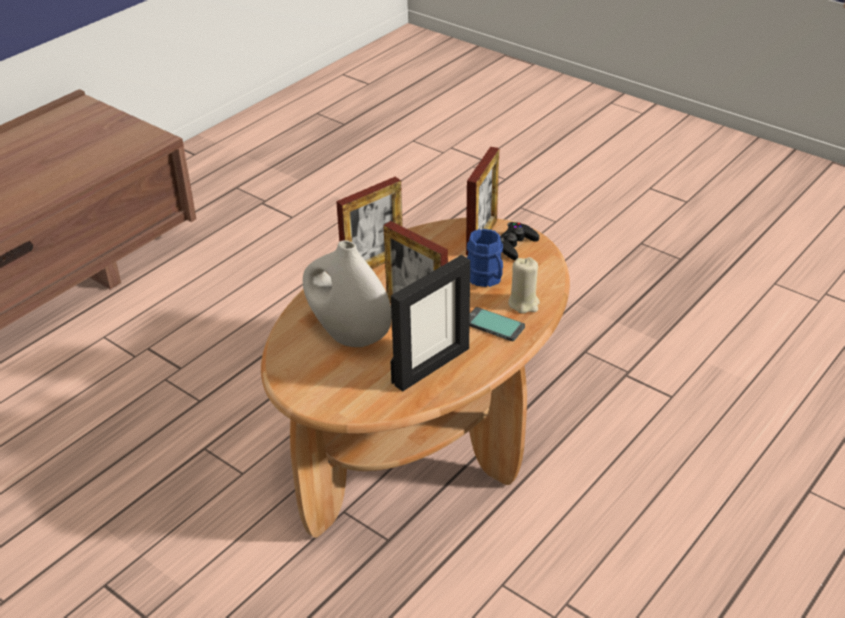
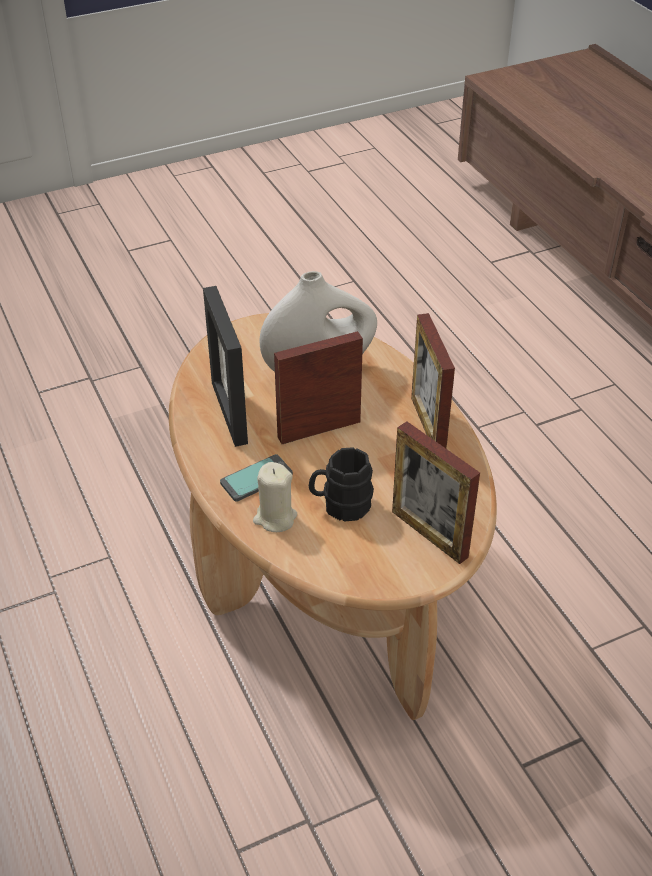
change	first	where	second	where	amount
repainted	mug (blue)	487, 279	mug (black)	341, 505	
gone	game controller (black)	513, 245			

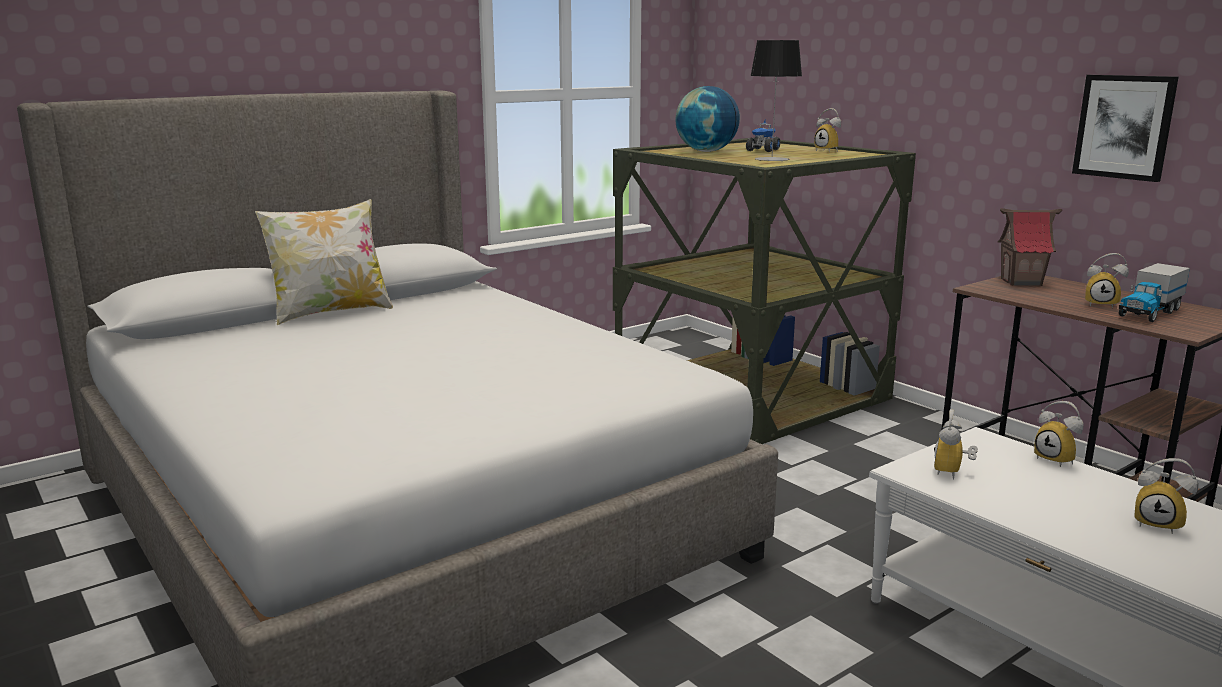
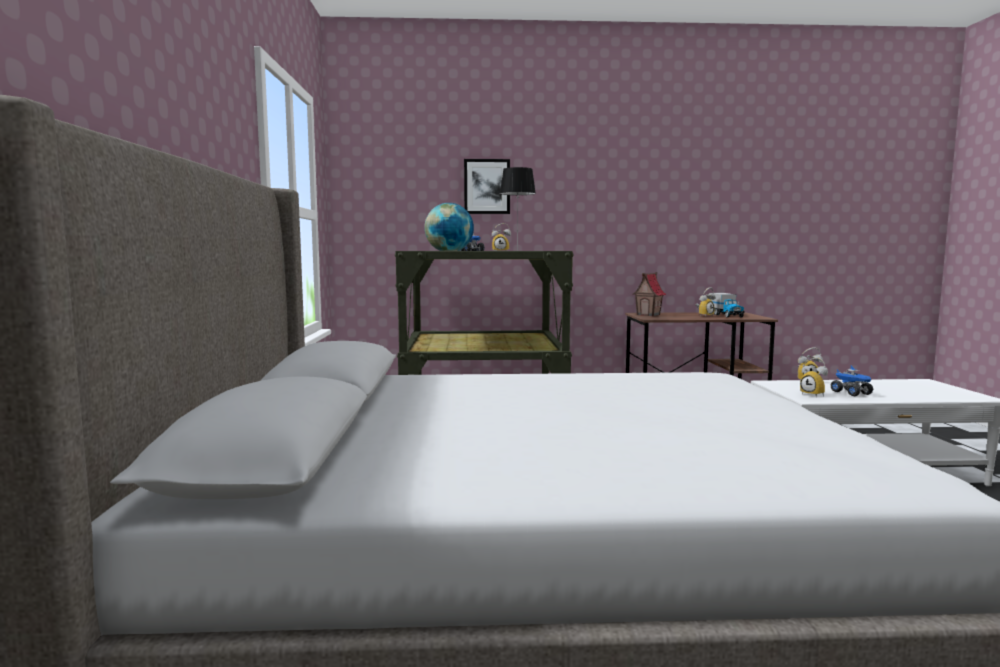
change	first	where	second	where	amount
gone	pillow	331, 312			
shifted	picture	1124, 127		487, 186	
gone	alarm clock	1159, 524			
new			toy truck	851, 393	

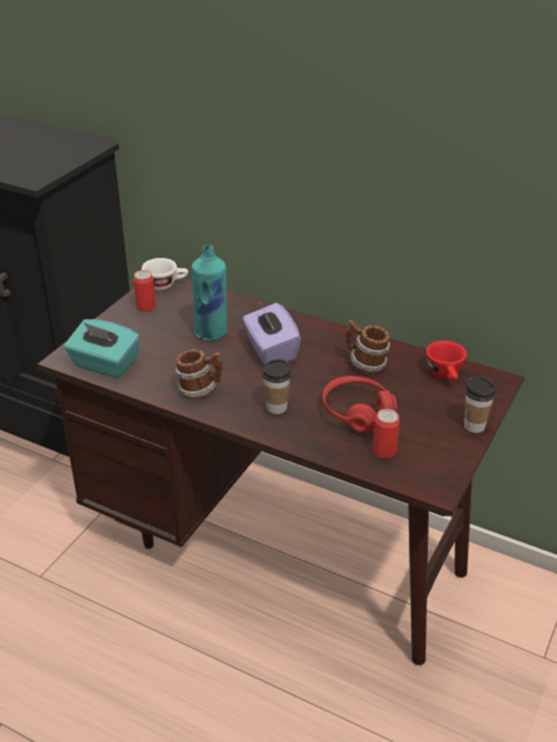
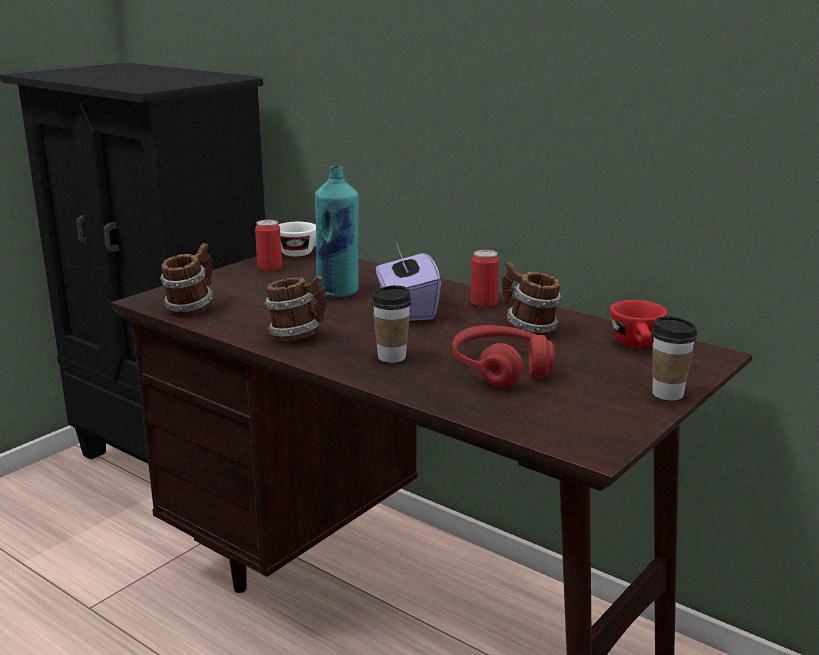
change	first	where	second	where	amount
swapped	tissue box (turquoise)	104, 365	mug	191, 308	
shifted	can	384, 451		483, 303	

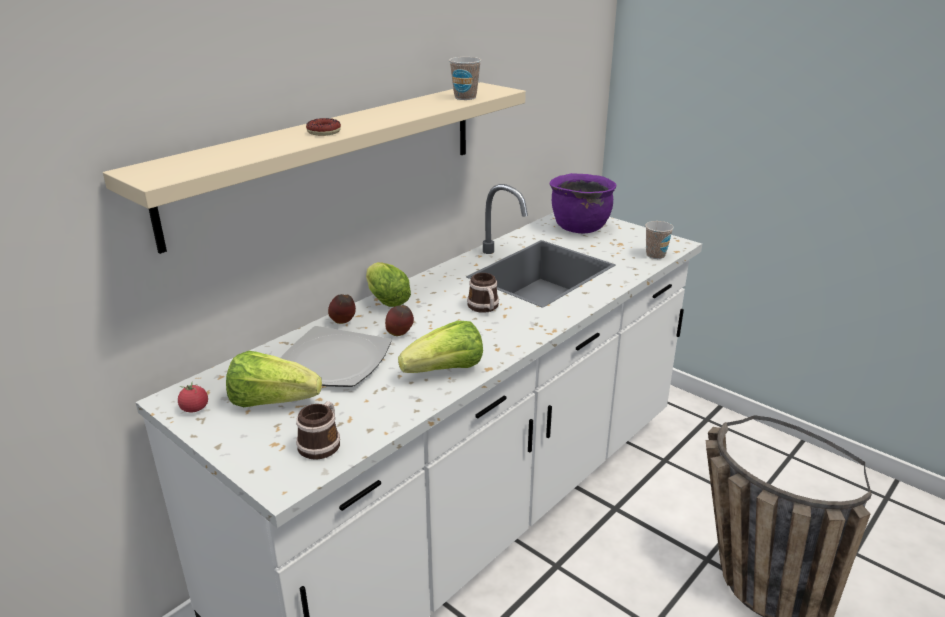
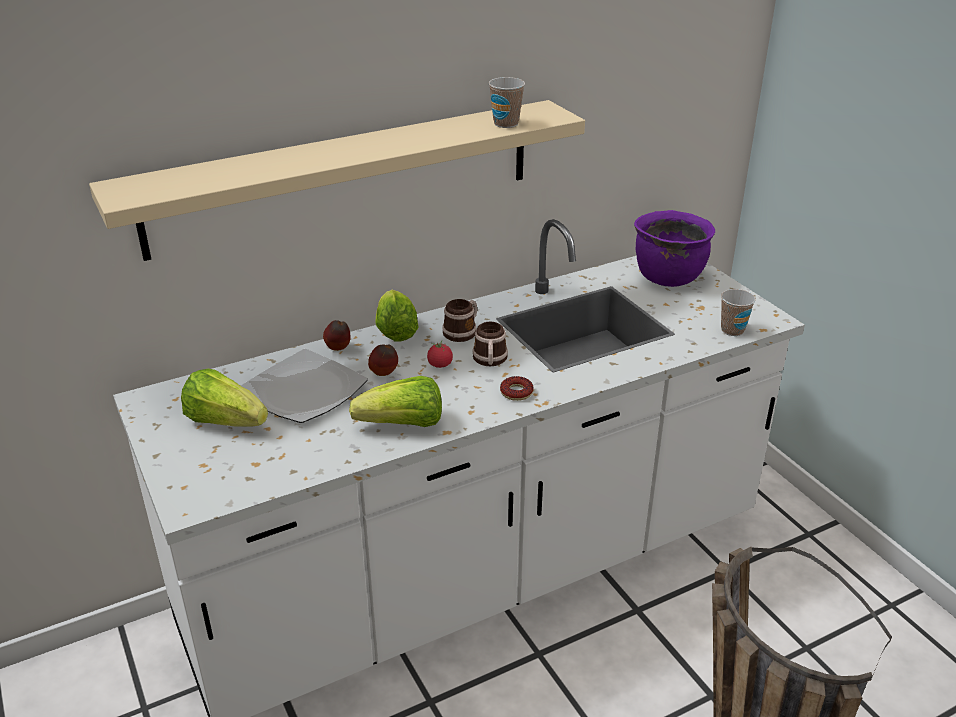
change	first	where	second	where	amount
shifted	tomato	195, 409		440, 365	
shifted	mug	322, 443		462, 331	
shifted	donut	324, 132		516, 392	

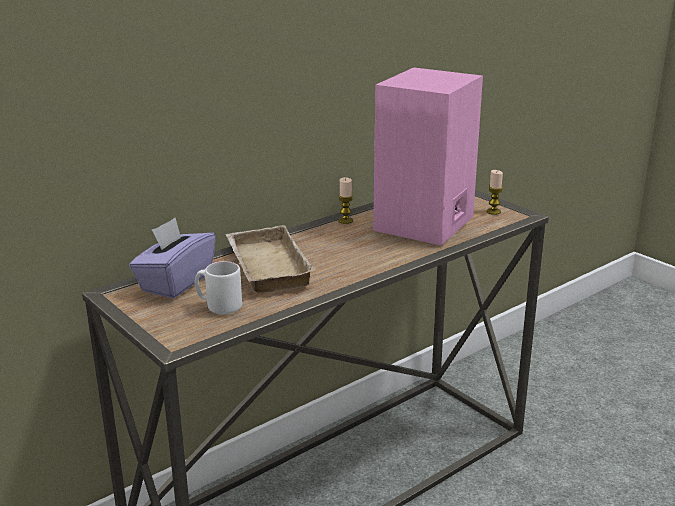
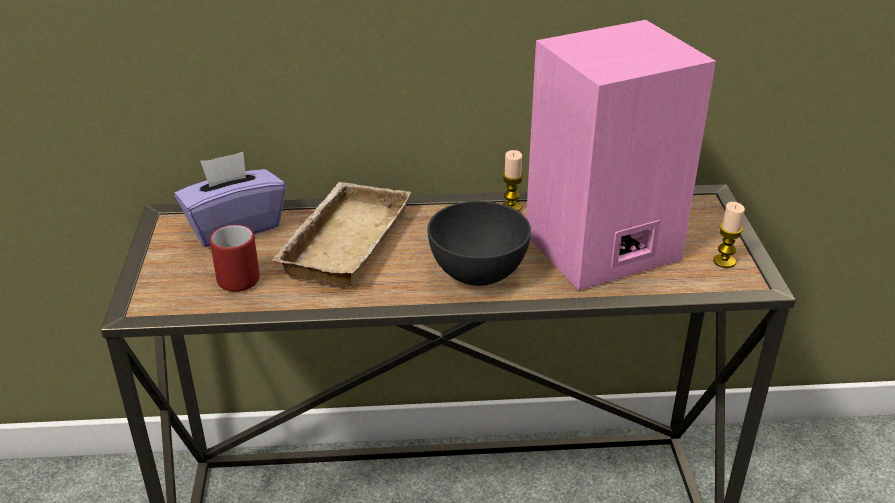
change	first	where	second	where	amount
repainted	mug (white)	218, 307	mug (red)	234, 277	
new			bowl (grey)	477, 273	

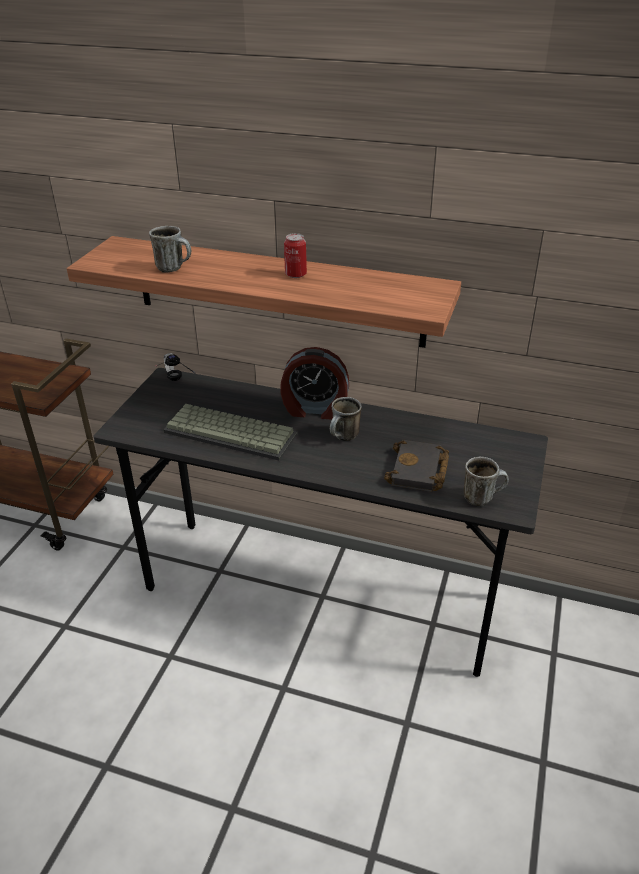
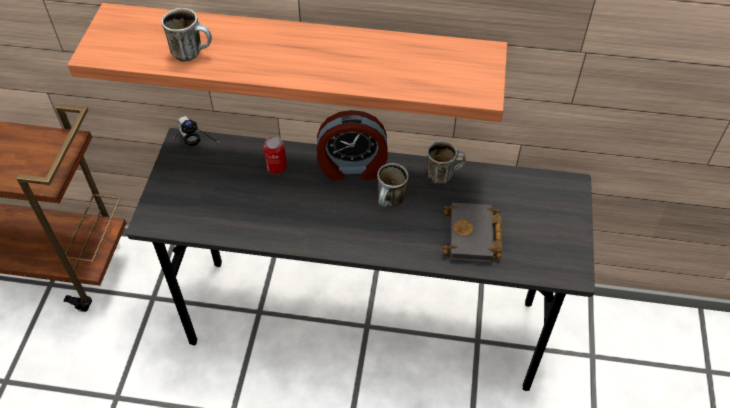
change	first	where	second	where	amount
gone	keyboard	232, 432			
shifted	can	295, 274		276, 167	
shifted	mug	482, 497		443, 175	

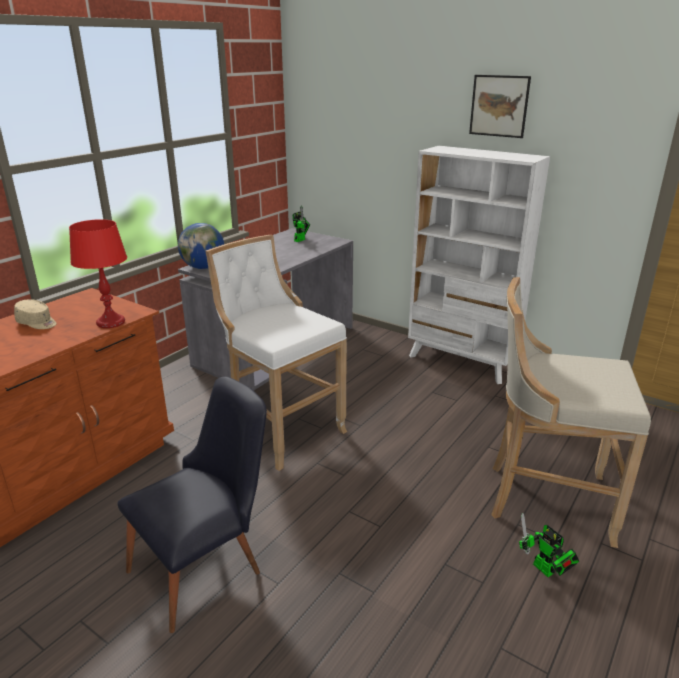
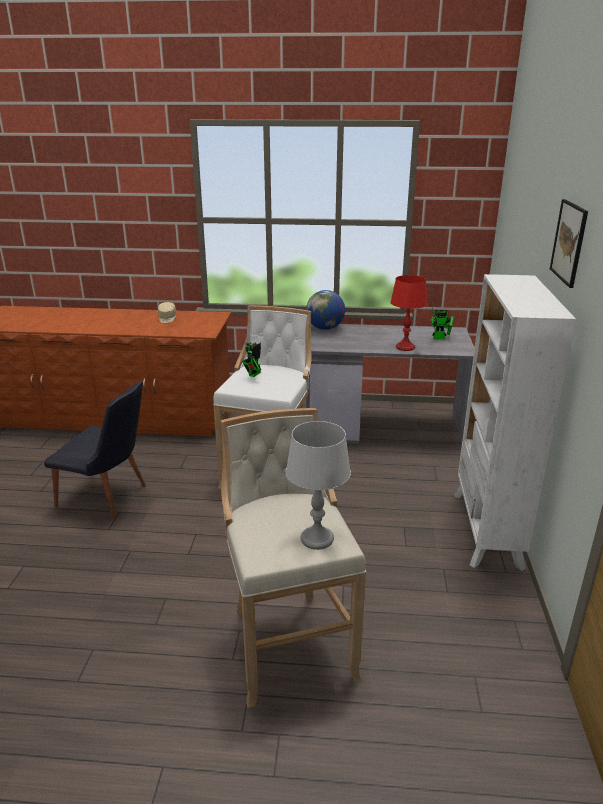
change	first	where	second	where	amount
shifted	table lamp (red)	111, 322		405, 347	
shifted	toy robot	546, 571		253, 375	
new			table lamp (grey)	316, 539	

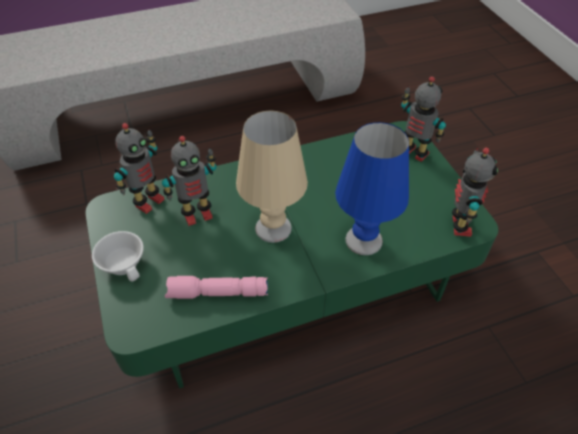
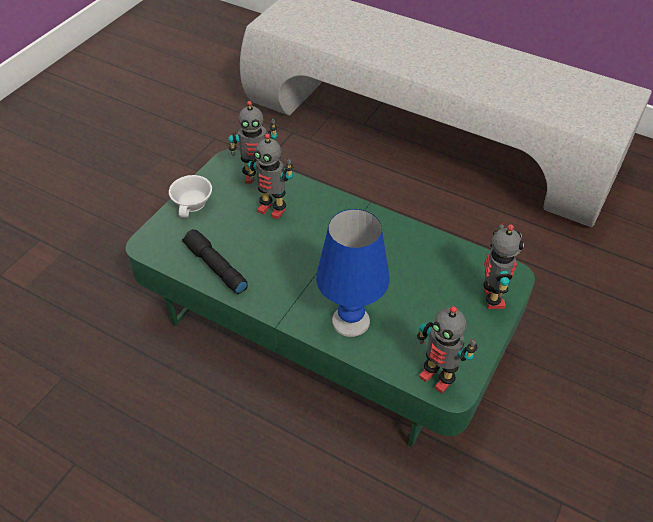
change	first	where	second	where	amount
repainted	flashlight (pink)	217, 293	flashlight (black)	215, 267	
gone	table lamp (beige)	273, 228			
rotated	toy robot	458, 225		437, 377	75 degrees clockwise

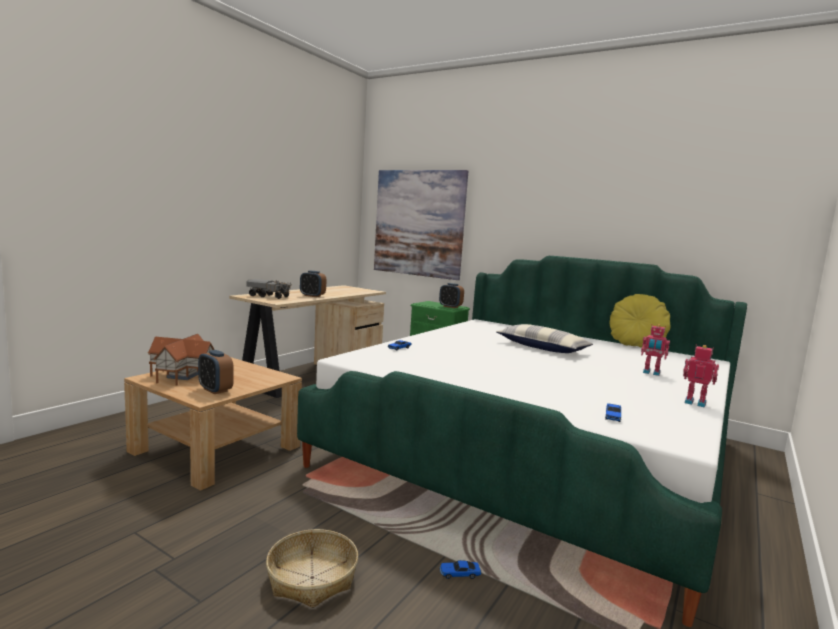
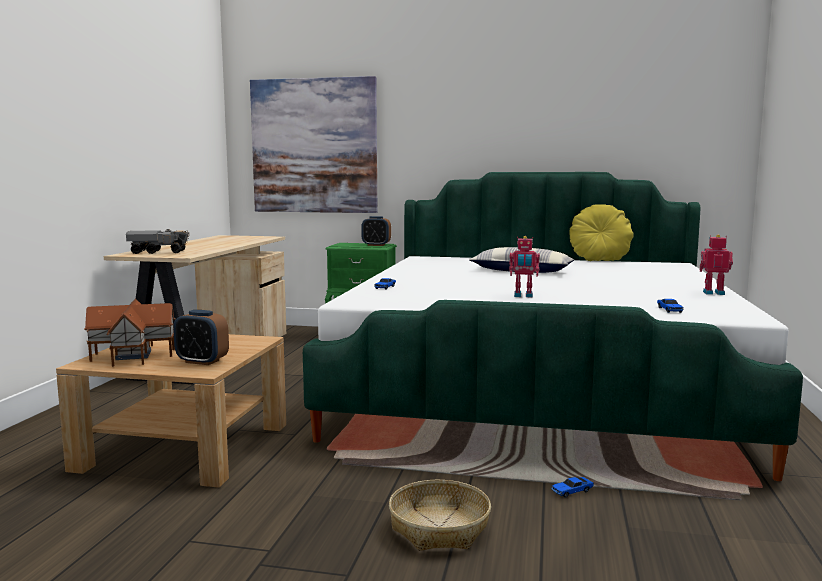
change	first	where	second	where	amount
gone	alarm clock	312, 296			
shifted	toy robot	651, 373		523, 296	

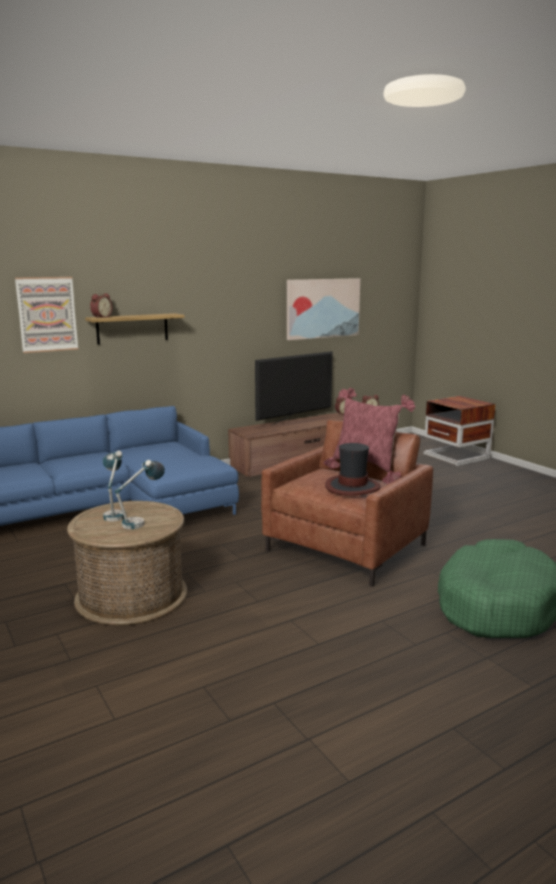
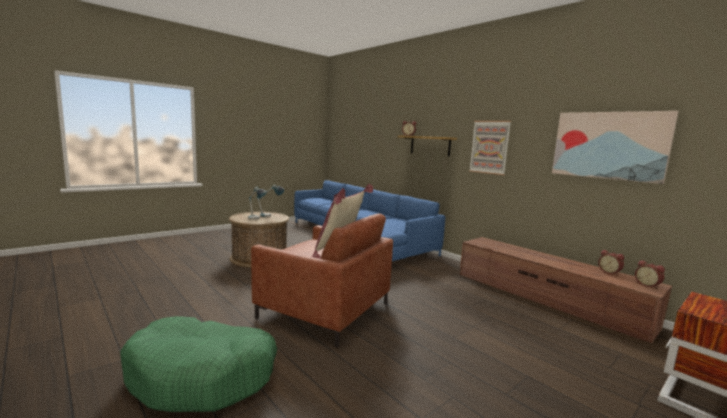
change	first	where	second	where	amount
shifted	picture	47, 314		489, 147	
gone	television	294, 420			
gone	hat	352, 487			

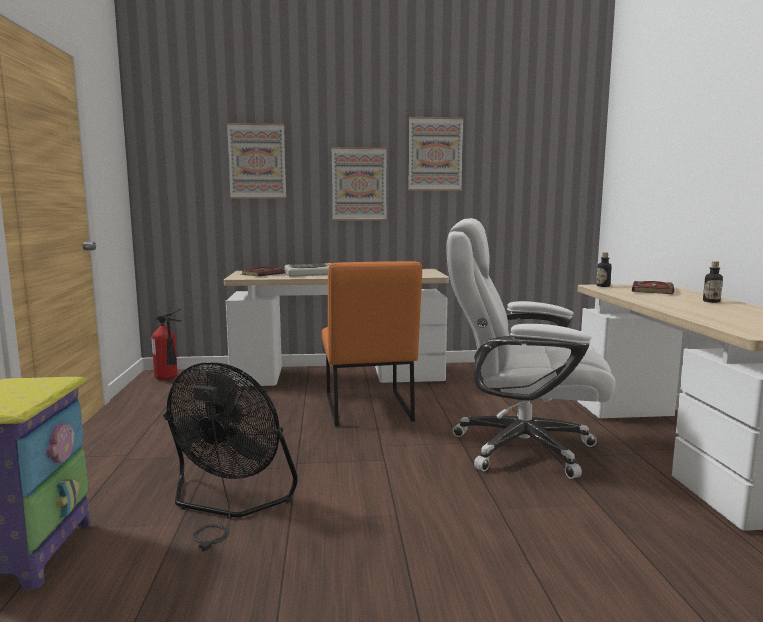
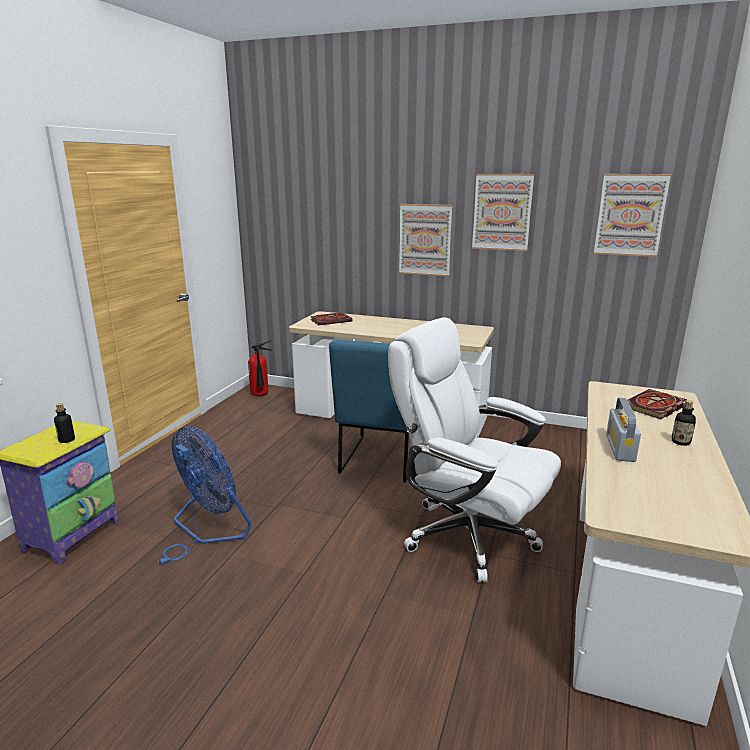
change	first	where	second	where	amount
repainted	fan (black)	222, 504	fan (blue)	202, 528	
shifted	picture	257, 161		630, 215	
gone	keyboard	311, 274			
repainted	chair (orange)	367, 408	chair (blue)	380, 459	
shifted	bottle	603, 286		67, 440	
new			radio	620, 448	

